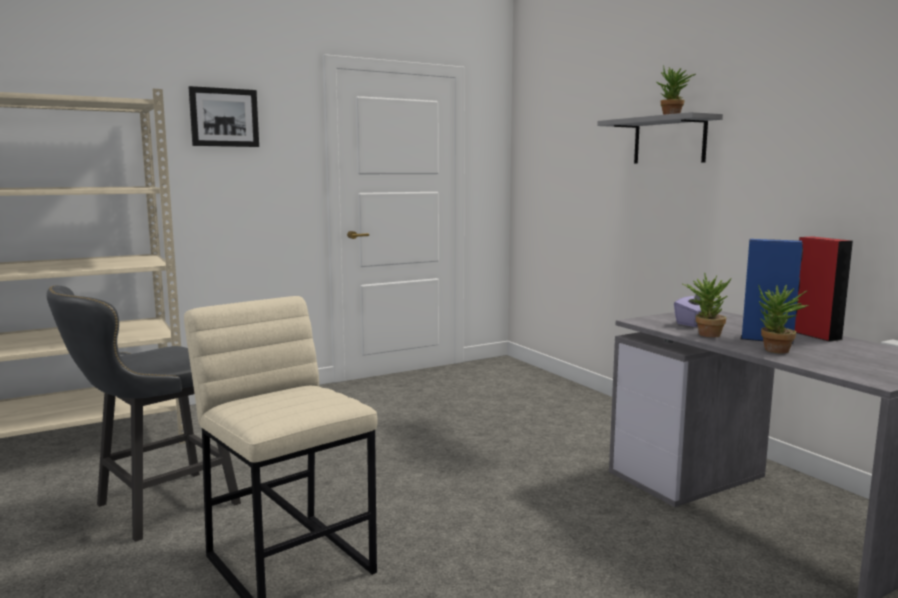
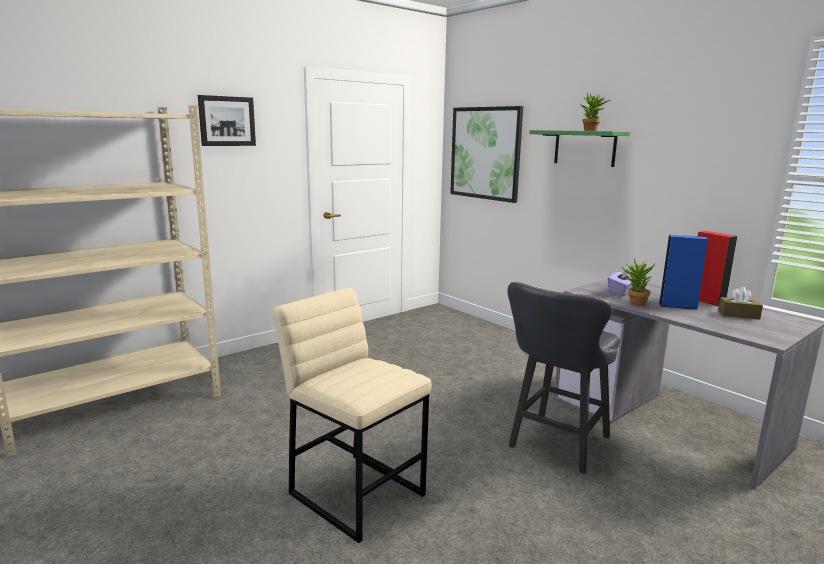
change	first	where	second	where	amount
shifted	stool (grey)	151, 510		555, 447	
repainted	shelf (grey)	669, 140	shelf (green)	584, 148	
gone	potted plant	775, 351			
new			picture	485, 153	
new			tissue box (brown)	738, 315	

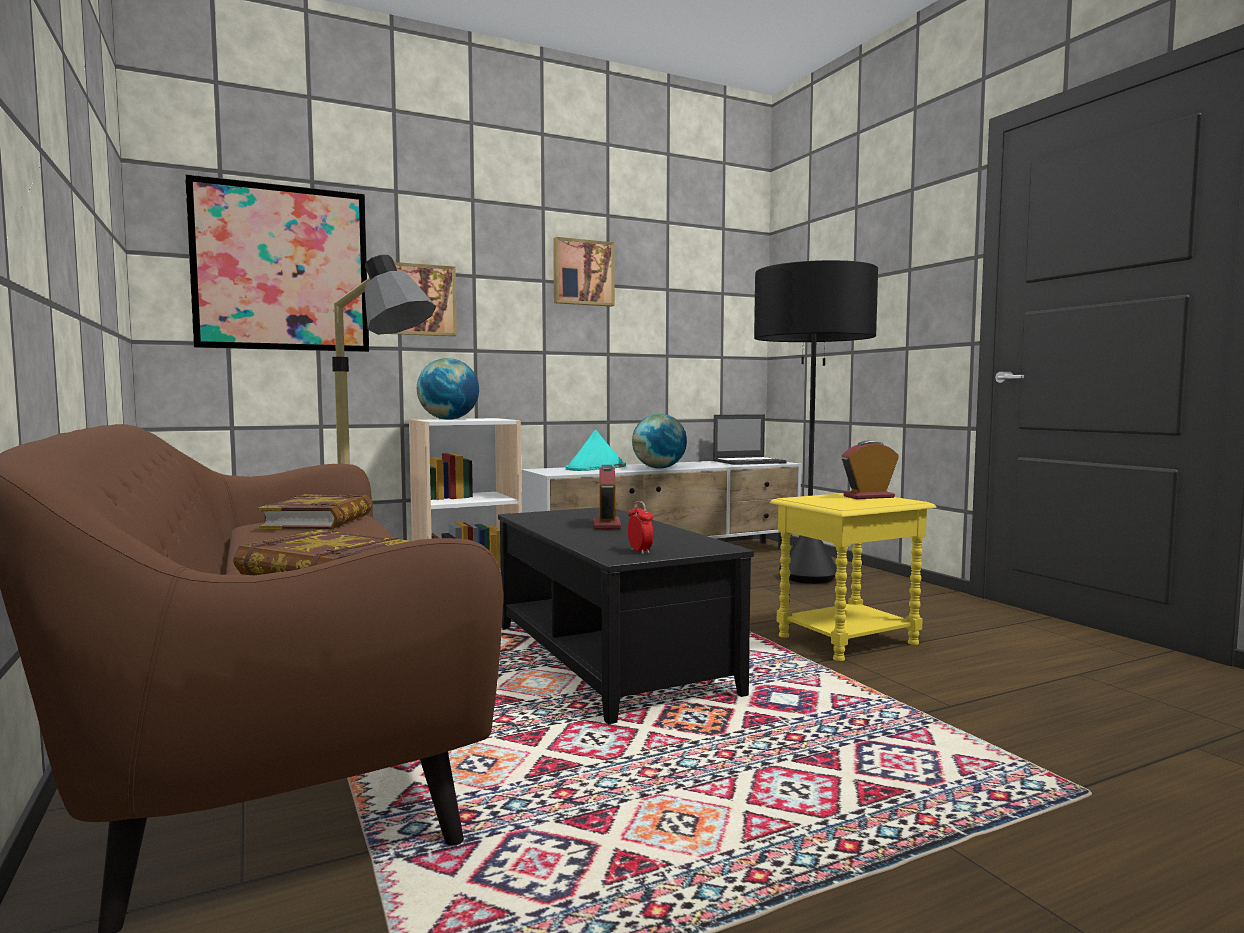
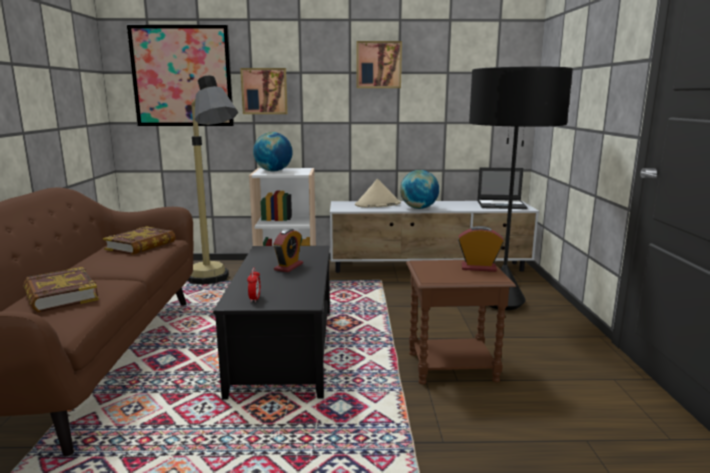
change	first	where	second	where	amount
repainted	hat (turquoise)	596, 468	hat (beige)	377, 204	
repainted	side table (yellow)	849, 640	side table (brown)	452, 367	

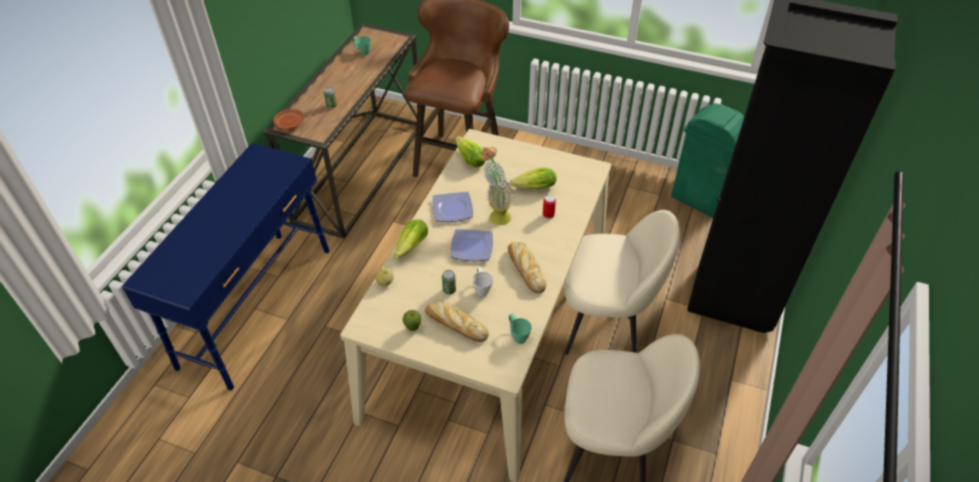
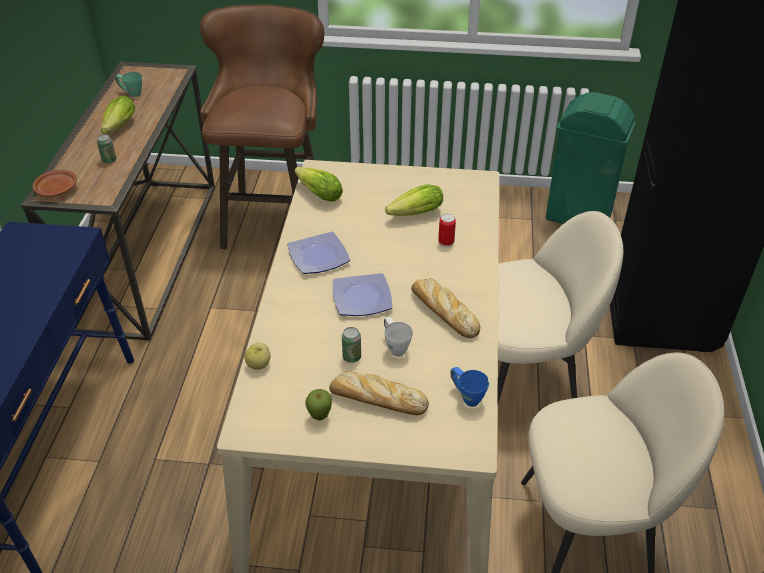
change	first	where	second	where	amount
shifted	lettuce	409, 248		118, 128	
gone	potted plant	496, 214			
repainted	mug (green)	517, 335	mug (blue)	466, 397	

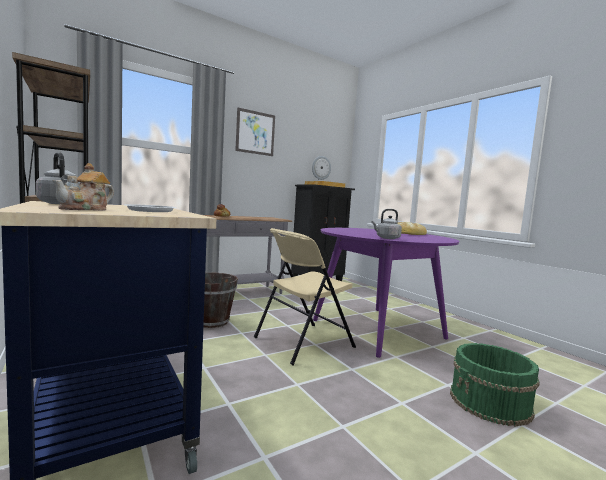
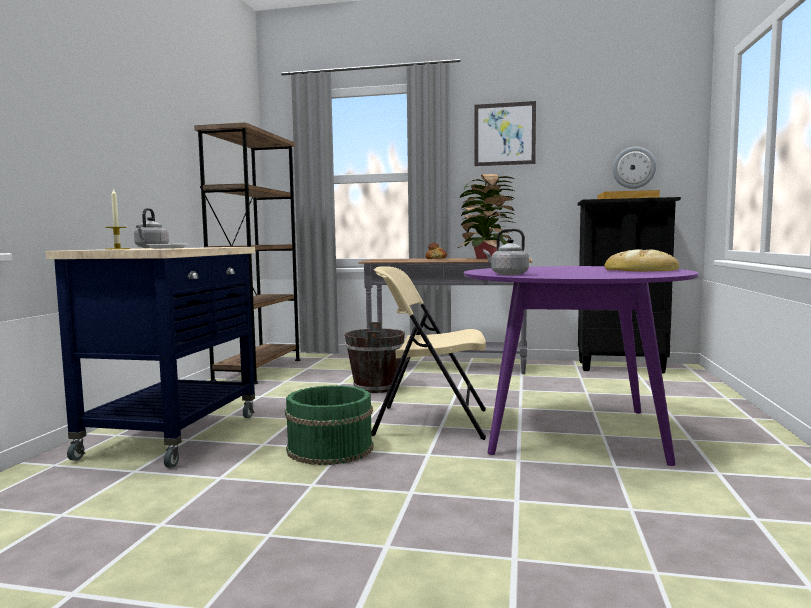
change	first	where	second	where	amount
swapped	teapot	86, 209	candle	117, 249	
shifted	bucket (green)	490, 402		329, 449	
new			potted plant	486, 258	

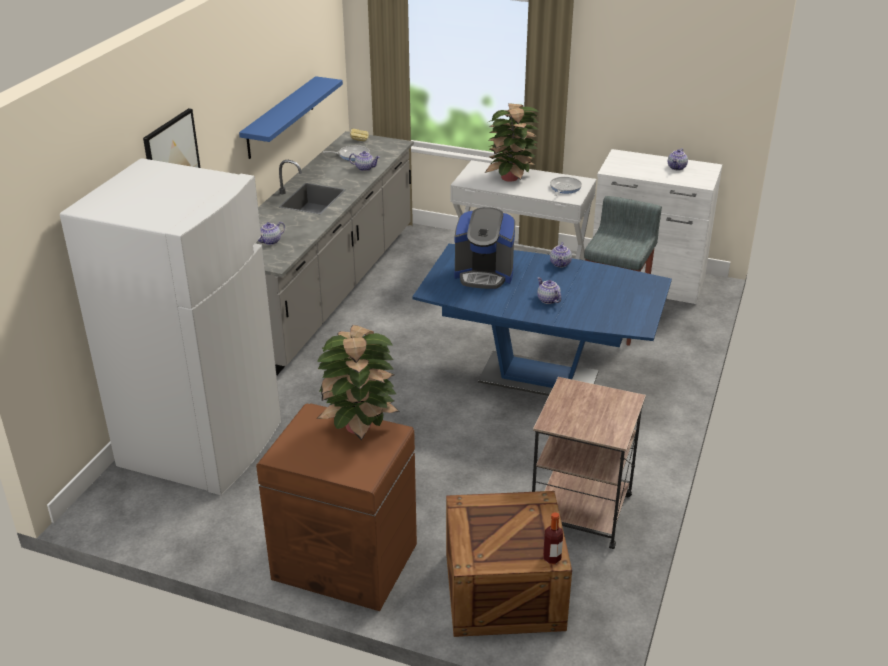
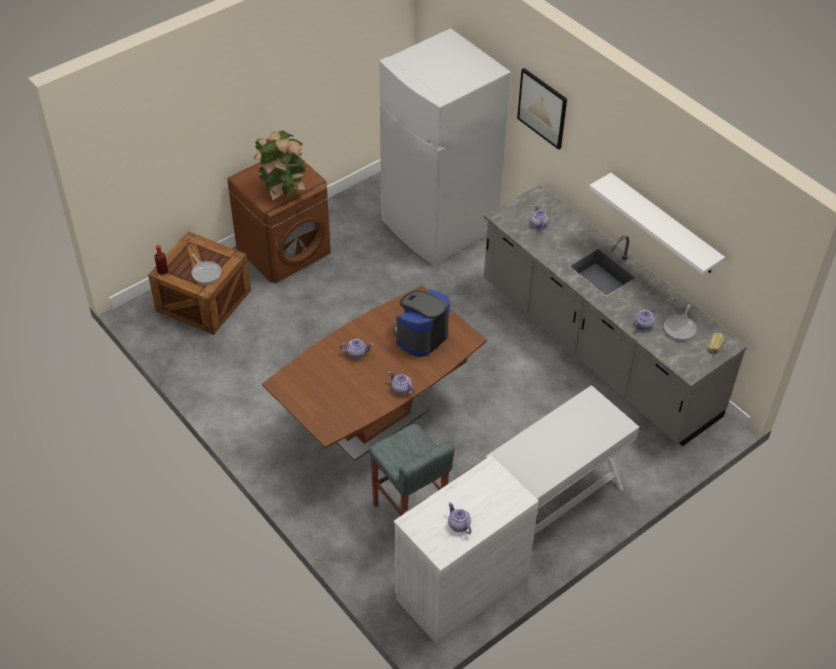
change	first	where	second	where	amount
repainted	shelf (blue)	280, 117	shelf (white)	664, 224	
repainted	dining table (blue)	538, 377	dining table (brown)	377, 421	
gone	potted plant	510, 178			
gone	cart (brown)	580, 512			
shifted	frying pan	564, 188		206, 273	

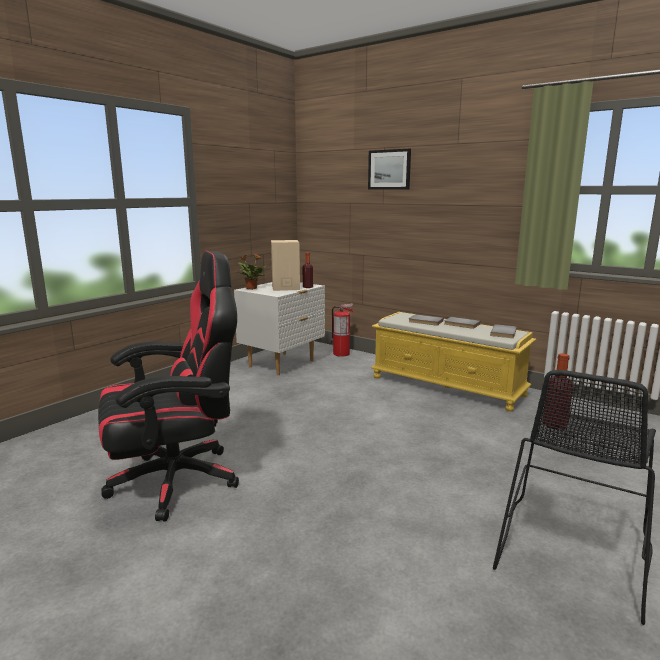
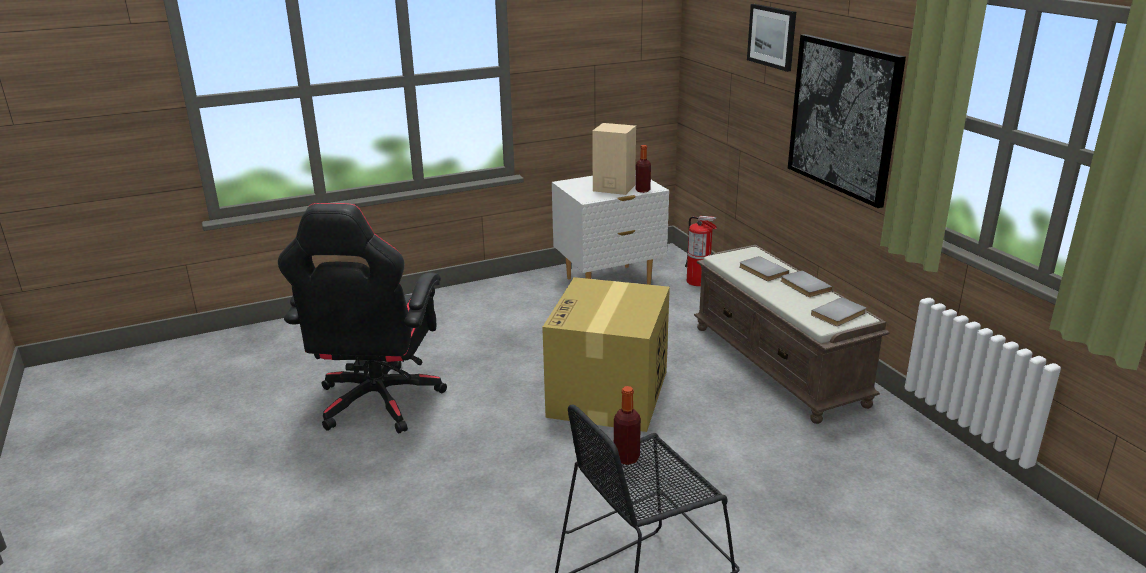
change	first	where	second	where	amount
rotated	office chair (black)	175, 481		379, 400	90 degrees clockwise
gone	potted plant	251, 288			
repainted	bench (yellow)	448, 386	bench (brown)	779, 365	
new			cardboard box	608, 394	
new			picture	843, 117	

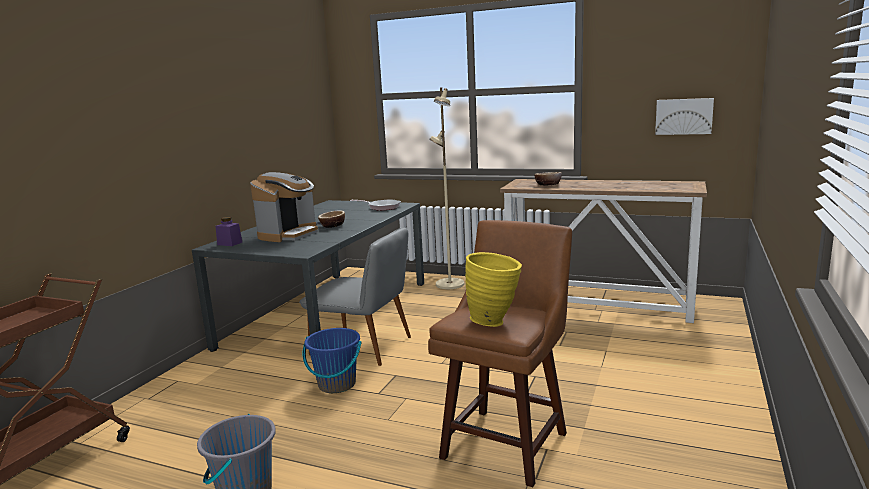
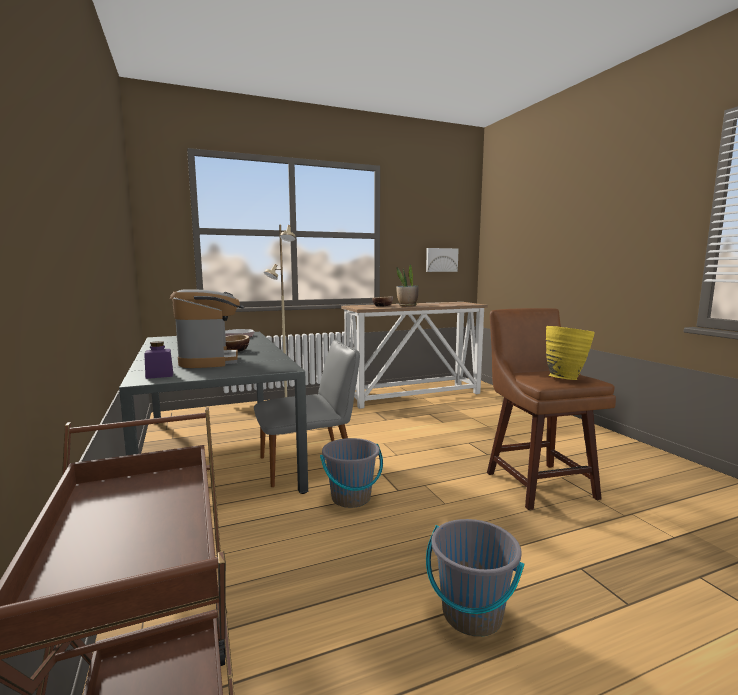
change	first	where	second	where	amount
repainted	bucket (blue)	336, 384	bucket (grey)	351, 498	
new			potted plant	407, 305	

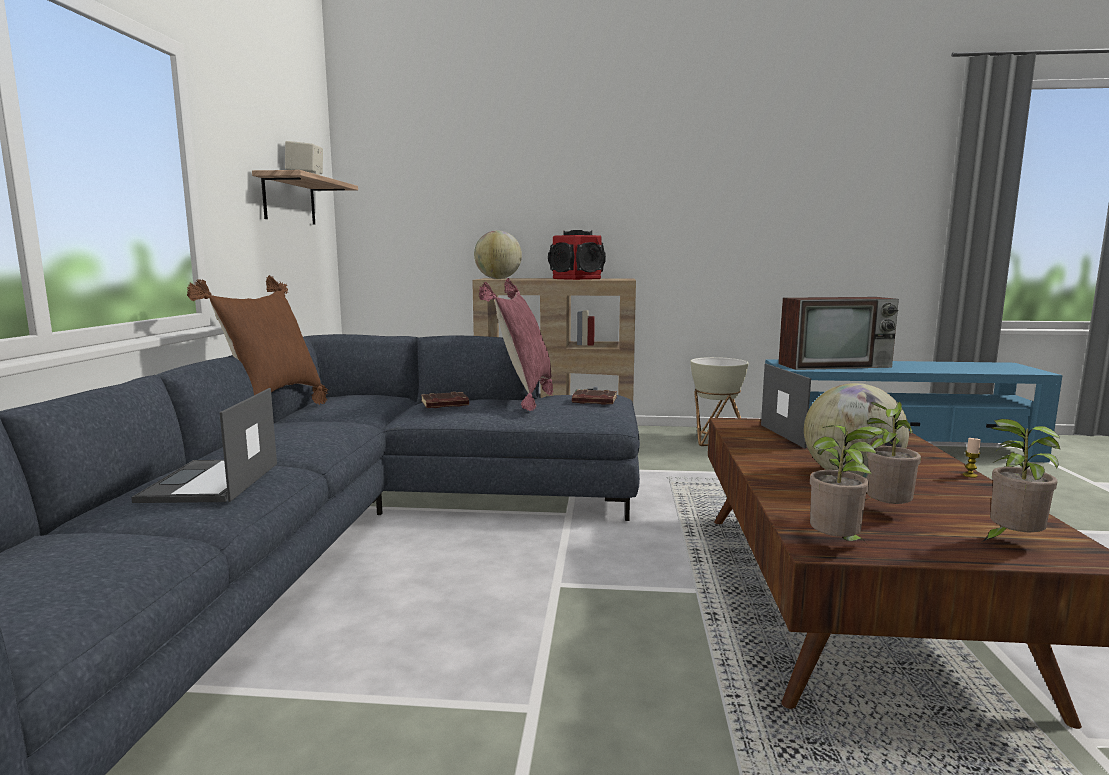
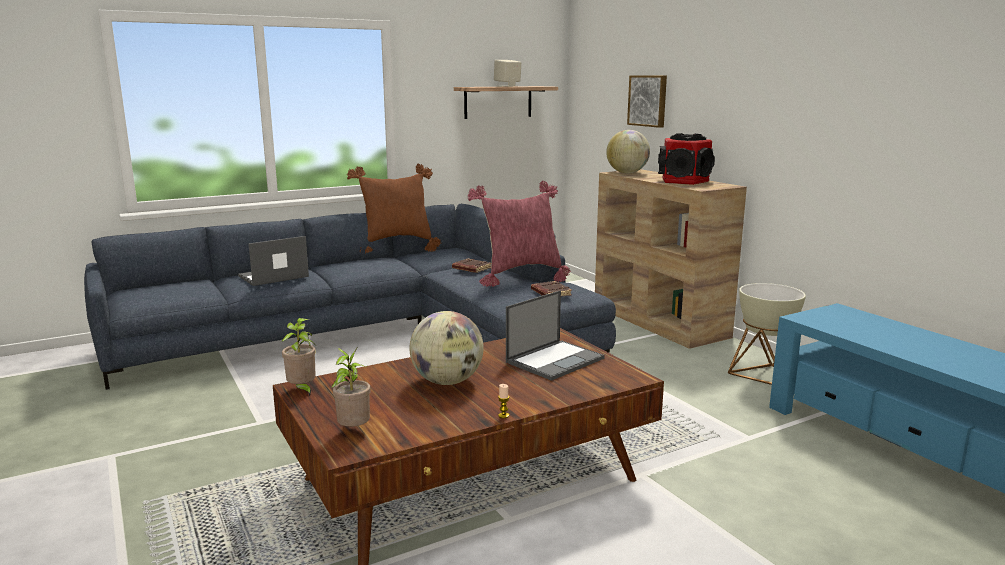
change	first	where	second	where	amount
gone	television	835, 365			
gone	potted plant	885, 512			
new			picture	648, 100	

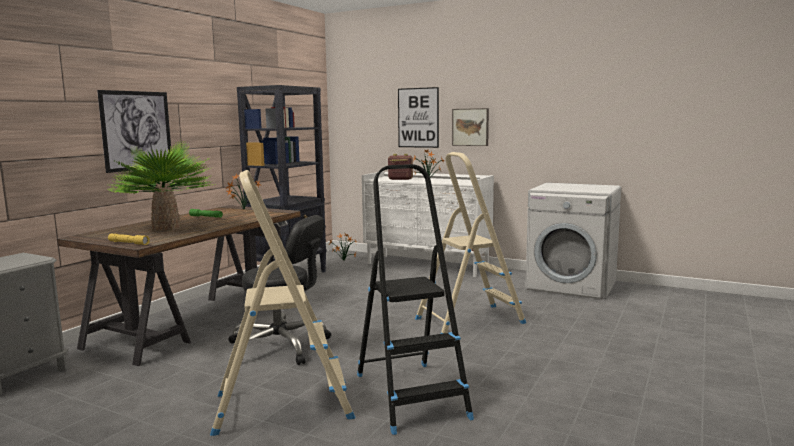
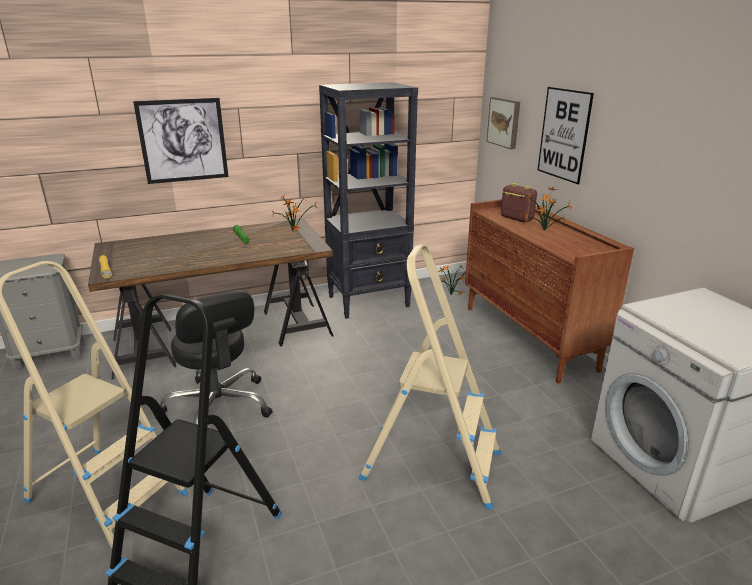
change	first	where	second	where	amount
gone	potted plant	166, 228			
repainted	cabinet (white)	427, 266	cabinet (brown)	528, 337	
shifted	picture	471, 127		504, 122	

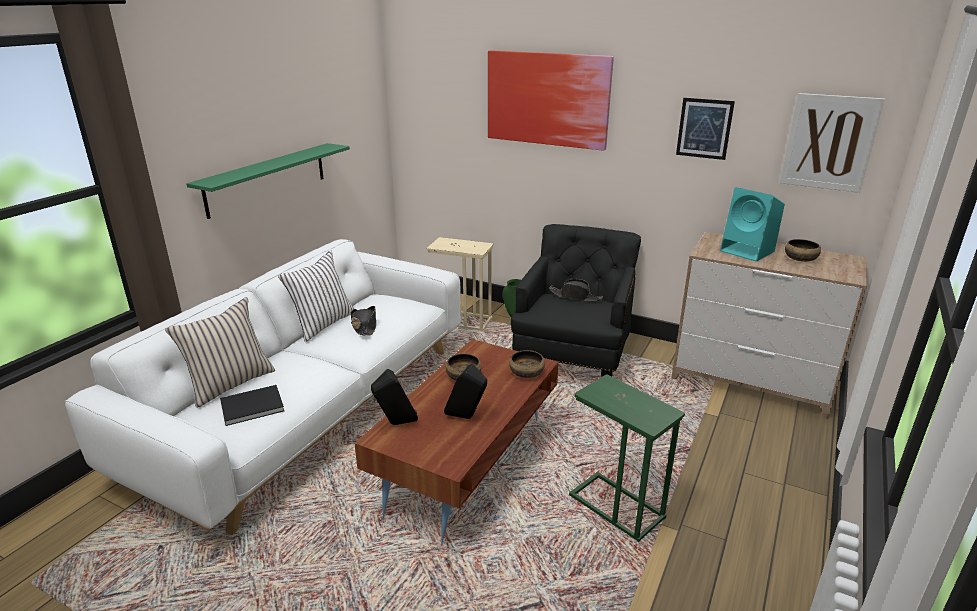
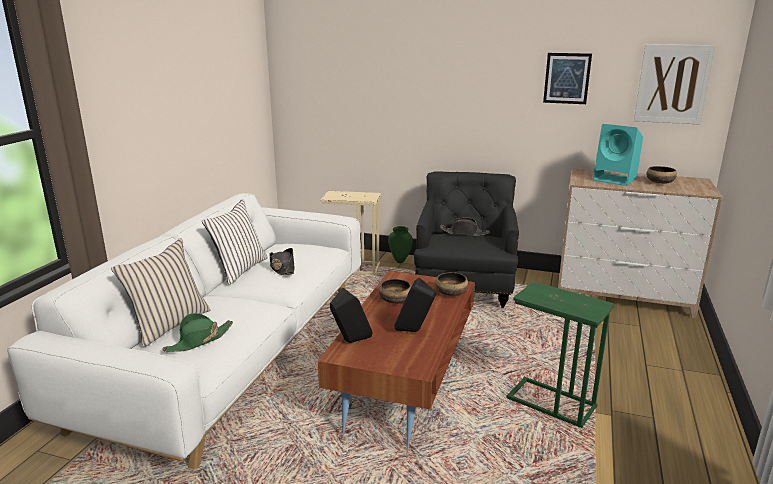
change	first	where	second	where	amount
gone	shelf (green)	267, 179			
swapped	book (black)	250, 406	hat (green)	199, 340	
gone	picture	547, 99			

